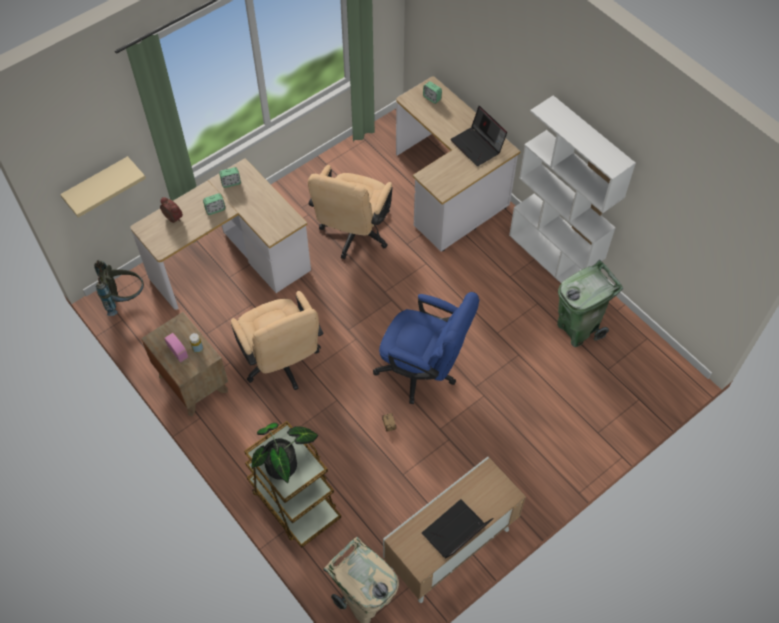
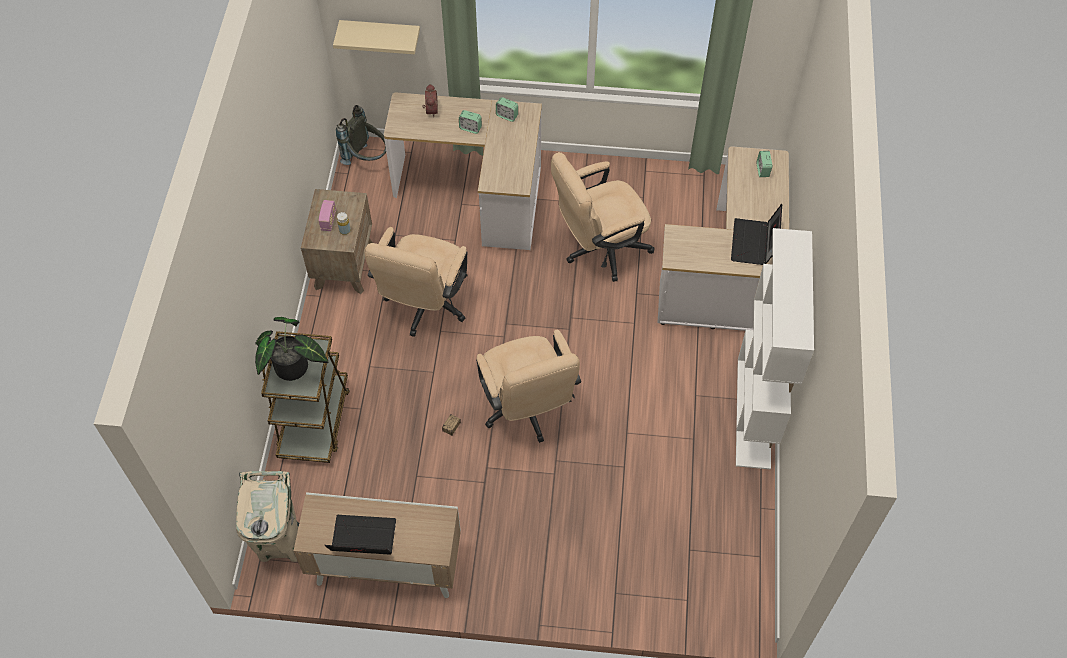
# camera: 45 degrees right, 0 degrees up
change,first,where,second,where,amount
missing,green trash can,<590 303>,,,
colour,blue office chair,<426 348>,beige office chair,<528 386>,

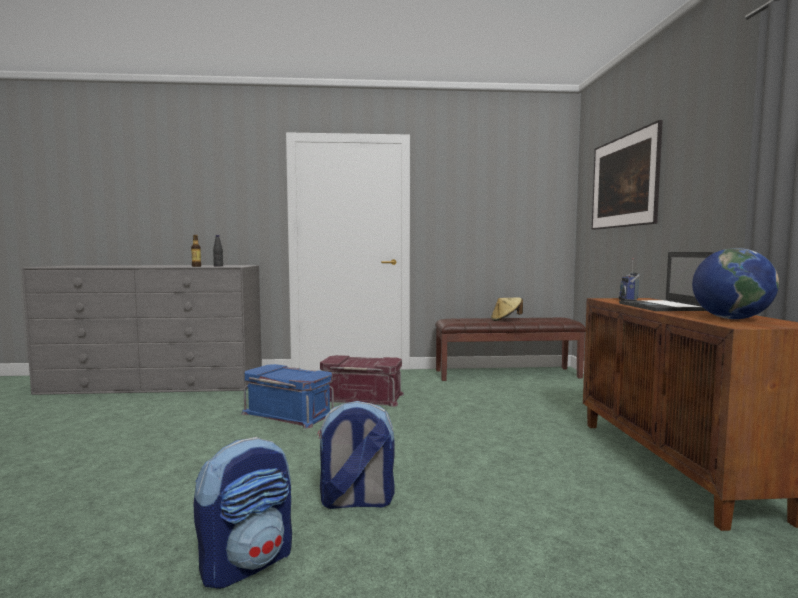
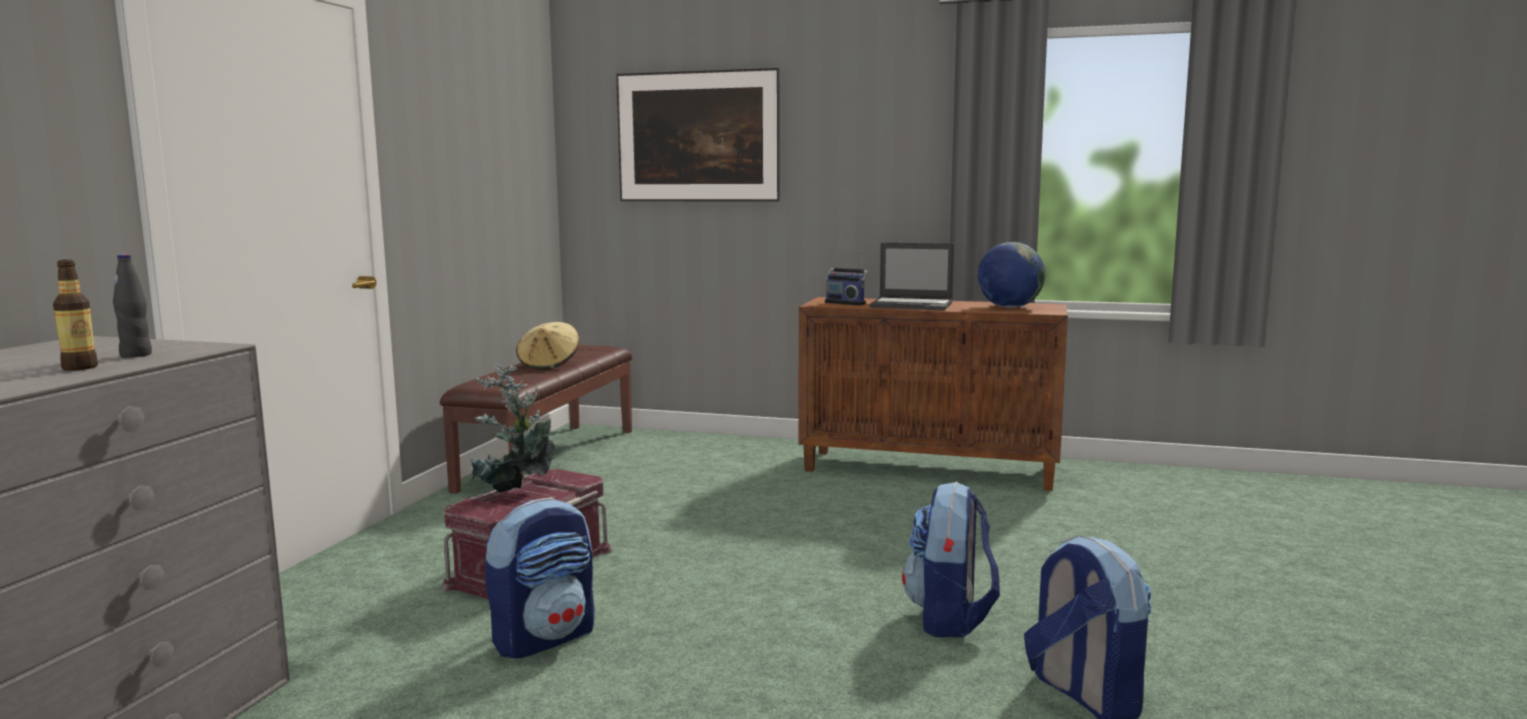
# camera: 70 degrees left, 5 degrees up
change,first,where,second,where,amount
exchanged,blue storage box,<288 396>,backpack,<539 577>,
appeared,,,potted plant,<512 427>,

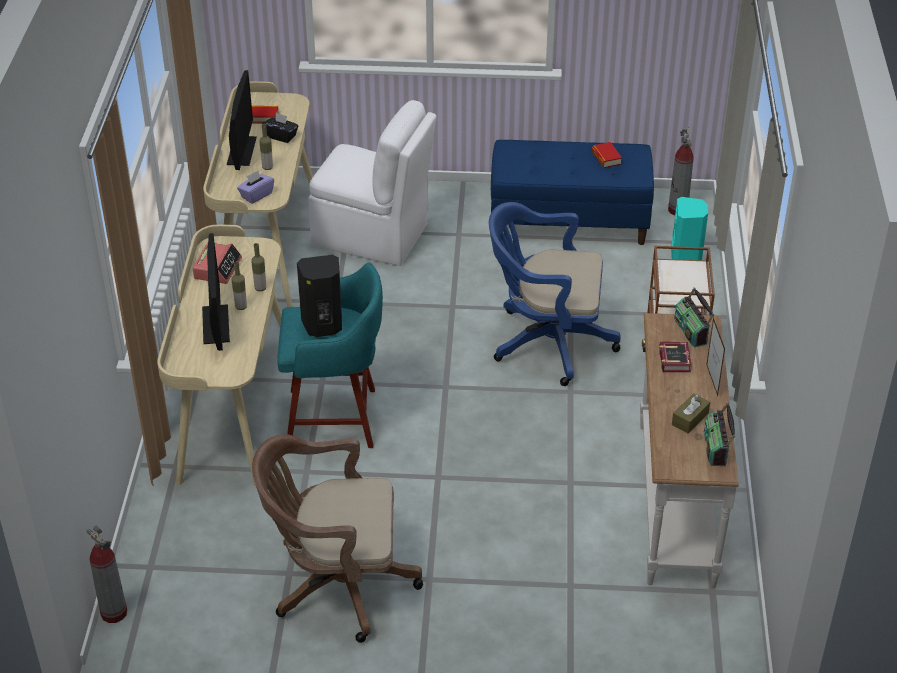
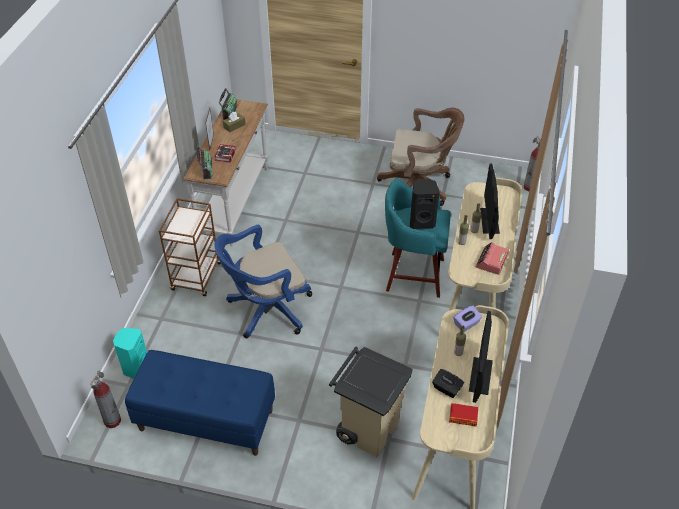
# camera: 170 degrees left, 5 degrees up
change,first,where,second,where,amount
exchanged,white chair,<372 183>,beige trash can,<371 401>,
missing,book,<606 155>,,,
spun,blue office chair,<555 294>,,<263 281>,135 degrees clockwise

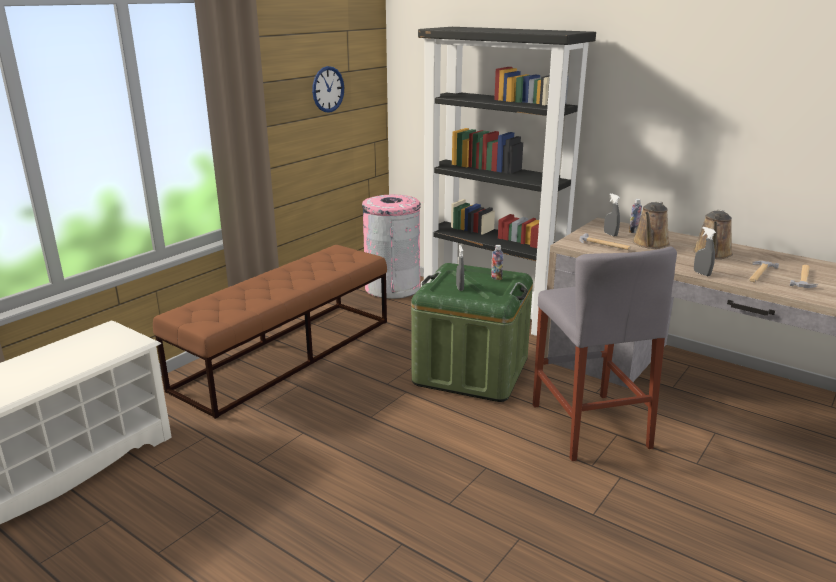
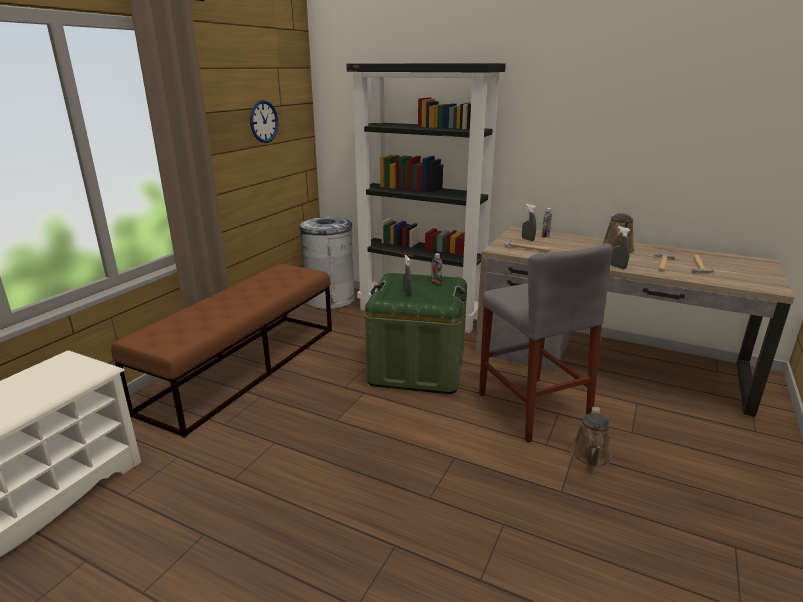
# camera: 10 degrees left, 0 degrees up
change,first,where,second,where,amount
colour,pink trash can,<391 247>,grey trash can,<327 263>,
relocated,brown watering can,<651 225>,,<591 437>,

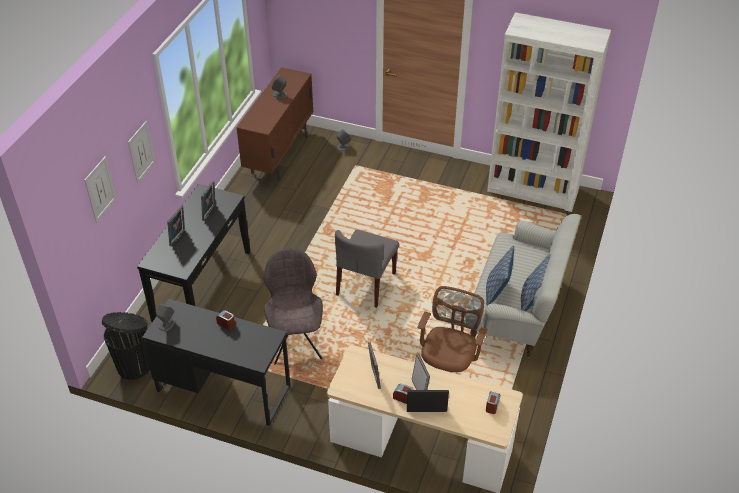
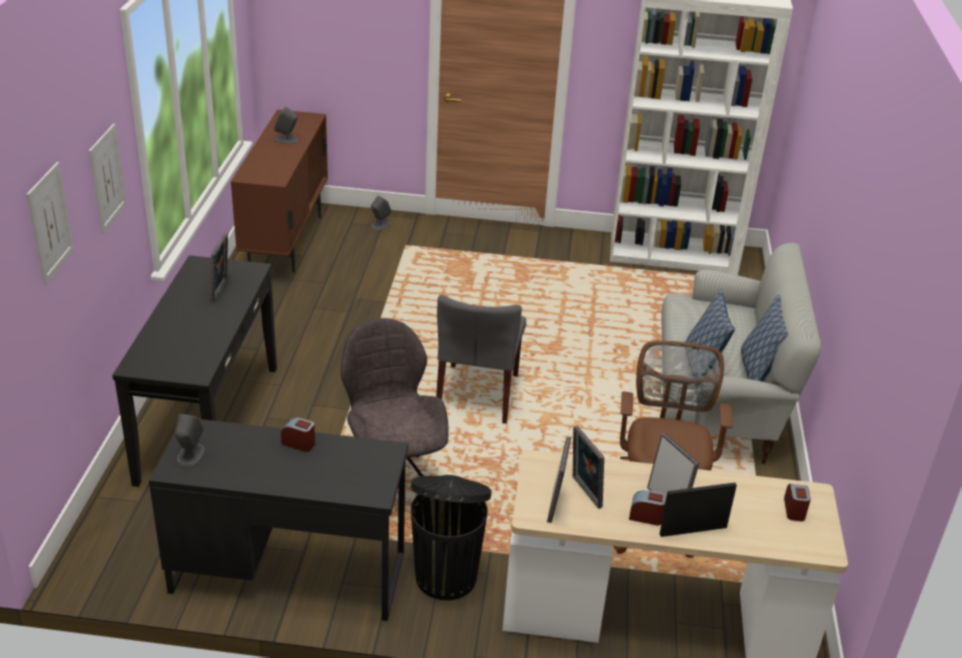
# camera: 15 degrees left, 10 degrees down
change,first,where,second,where,amount
relocated,picture frame,<176 225>,,<559 479>,
relocated,black trash can,<126 346>,,<450 537>,

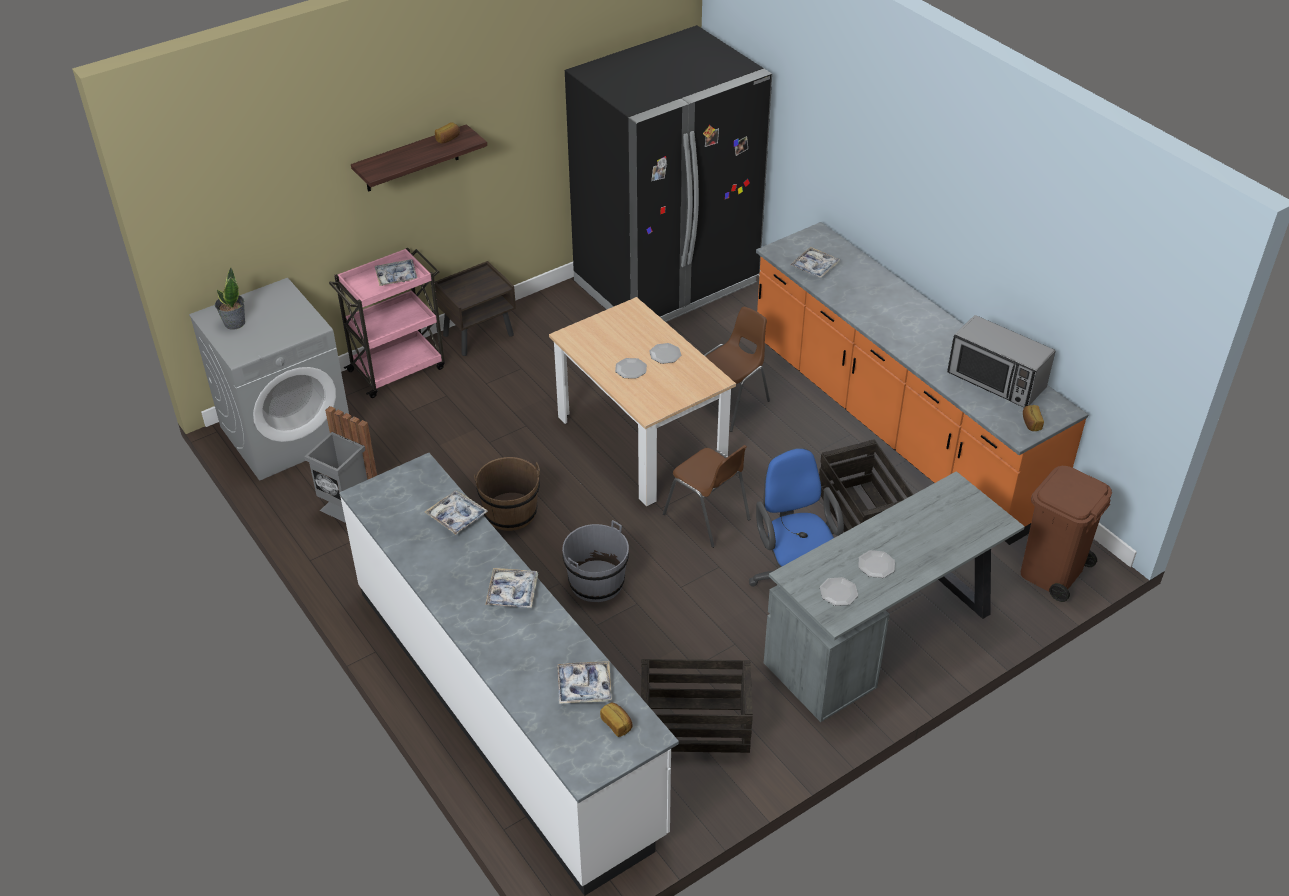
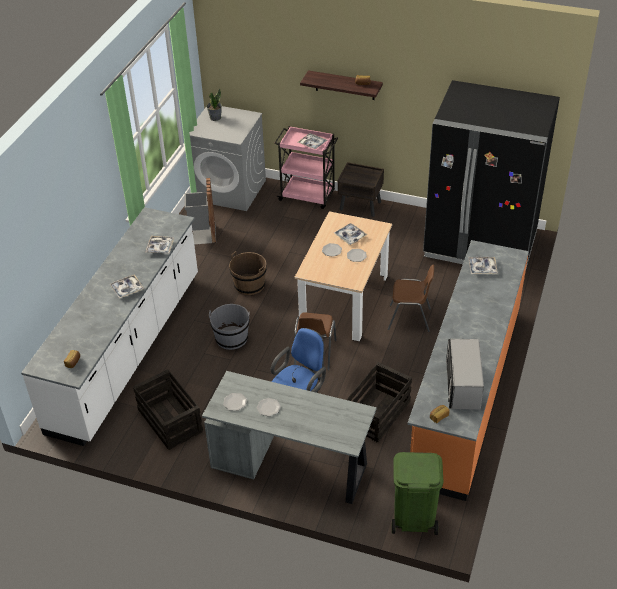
# camera: 55 degrees right, 0 degrees up
change,first,where,second,where,amount
colour,brown trash can,<1066 534>,green trash can,<418 493>,
relocated,tray,<584 682>,,<350 234>,

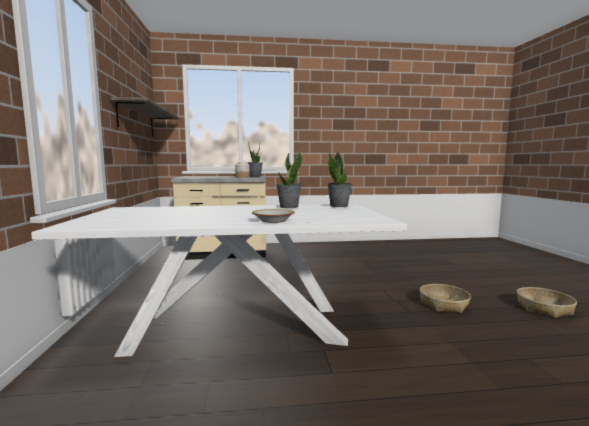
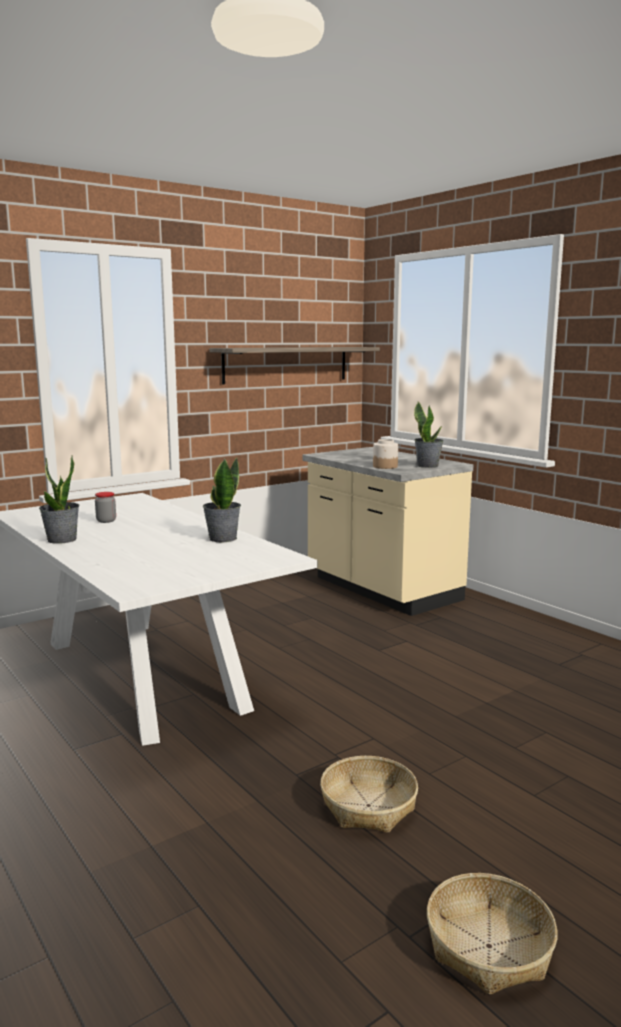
# camera: 60 degrees right, 5 degrees up
change,first,where,second,where,amount
relocated,potted plant,<339 179>,,<59 500>,
missing,bowl,<273 216>,,,
appeared,,,jar,<105 507>,

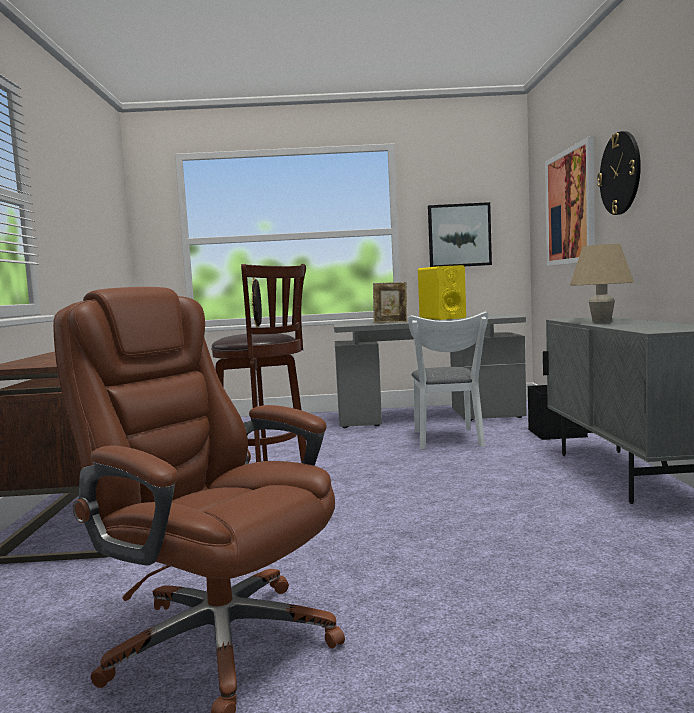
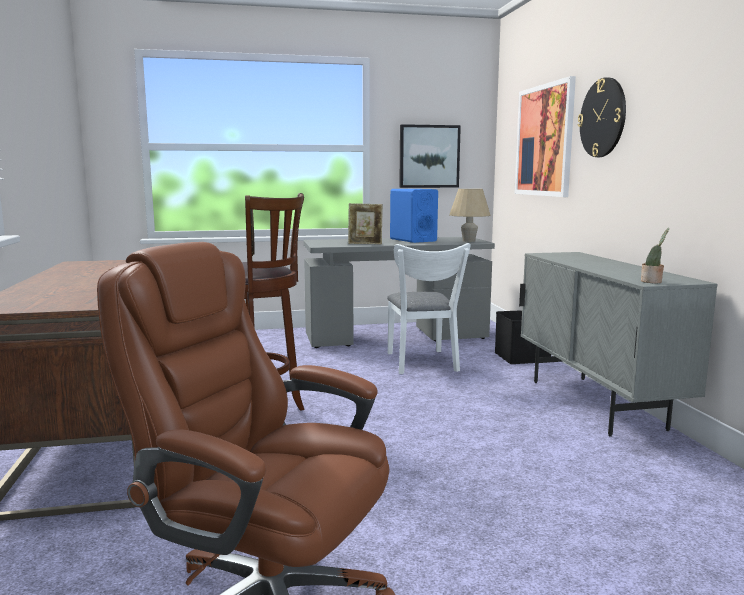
# camera: 10 degrees left, 5 degrees up
change,first,where,second,where,amount
relocated,beige table lamp,<602 283>,,<469 215>,
colour,yellow speaker,<442 292>,blue speaker,<414 216>,
appeared,,,potted plant,<655 255>,

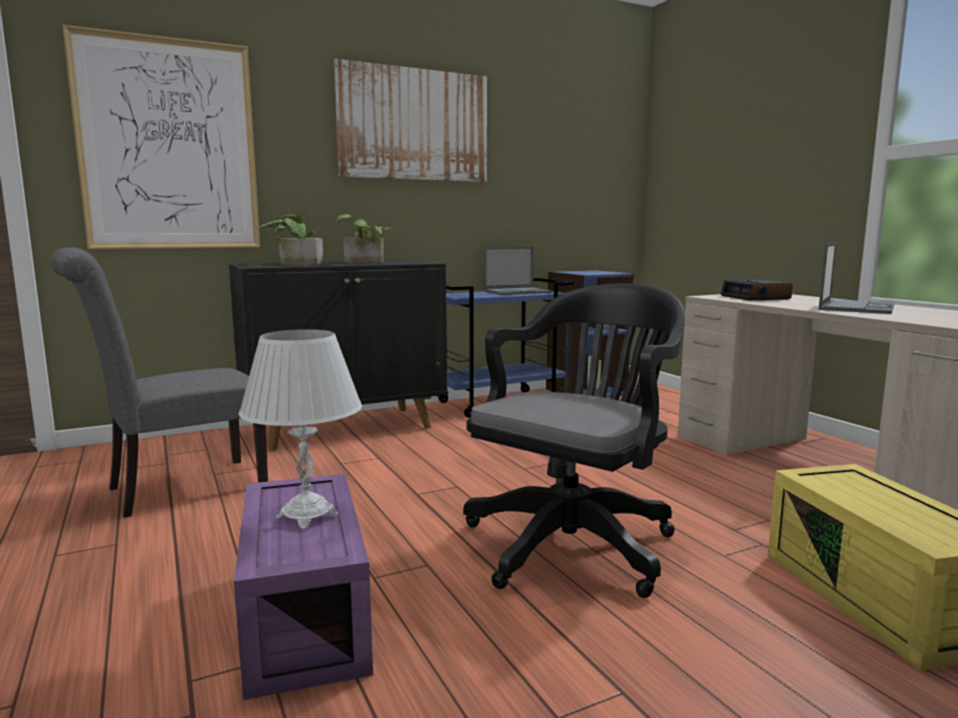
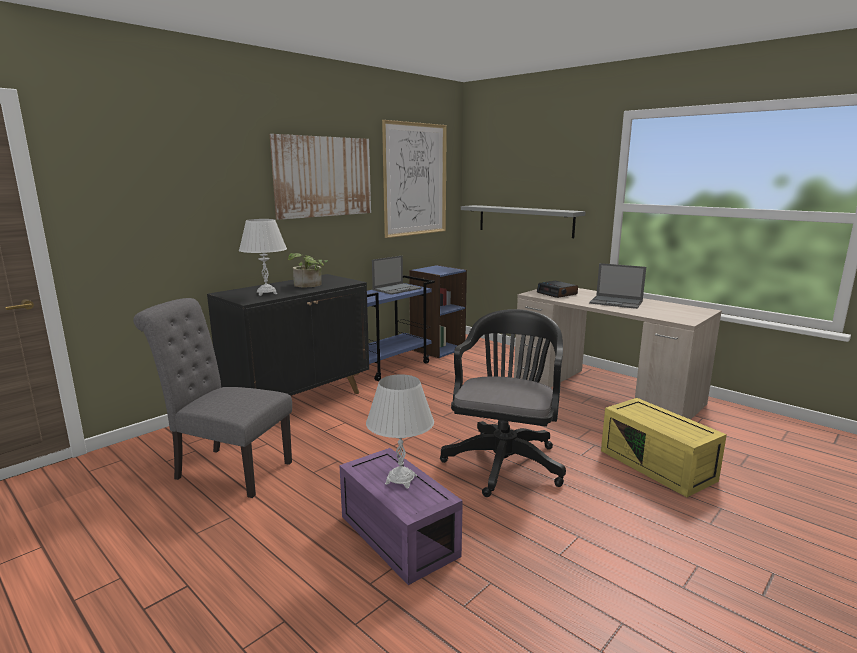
# camera: 20 degrees left, 5 degrees up
change,first,where,second,where,amount
relocated,picture,<161 137>,,<414 179>,
exchanged,potted plant,<291 240>,white table lamp,<263 257>,
spun,laptop,<856 278>,,<617 286>,105 degrees clockwise
spun,grey chair,<159 382>,,<212 398>,75 degrees clockwise
appeared,,,grey shelf,<523 221>,

